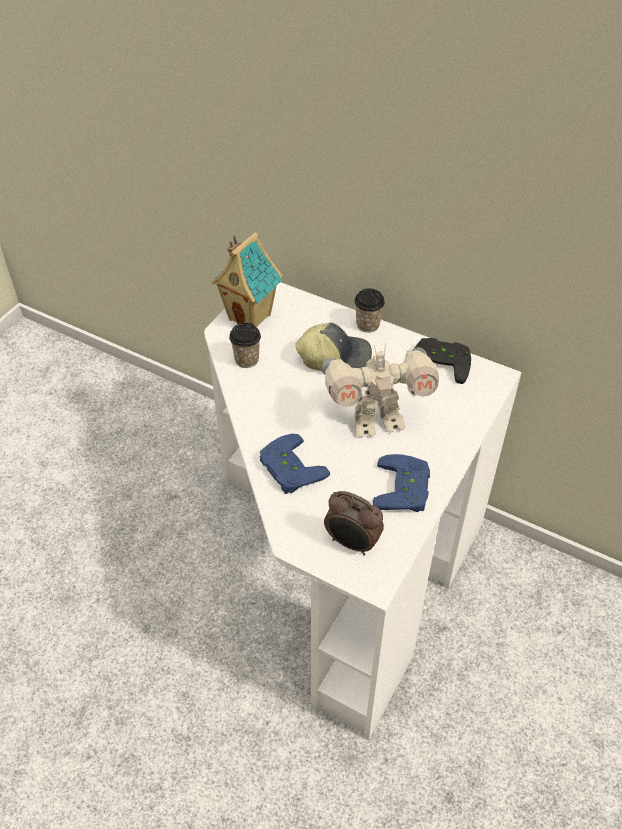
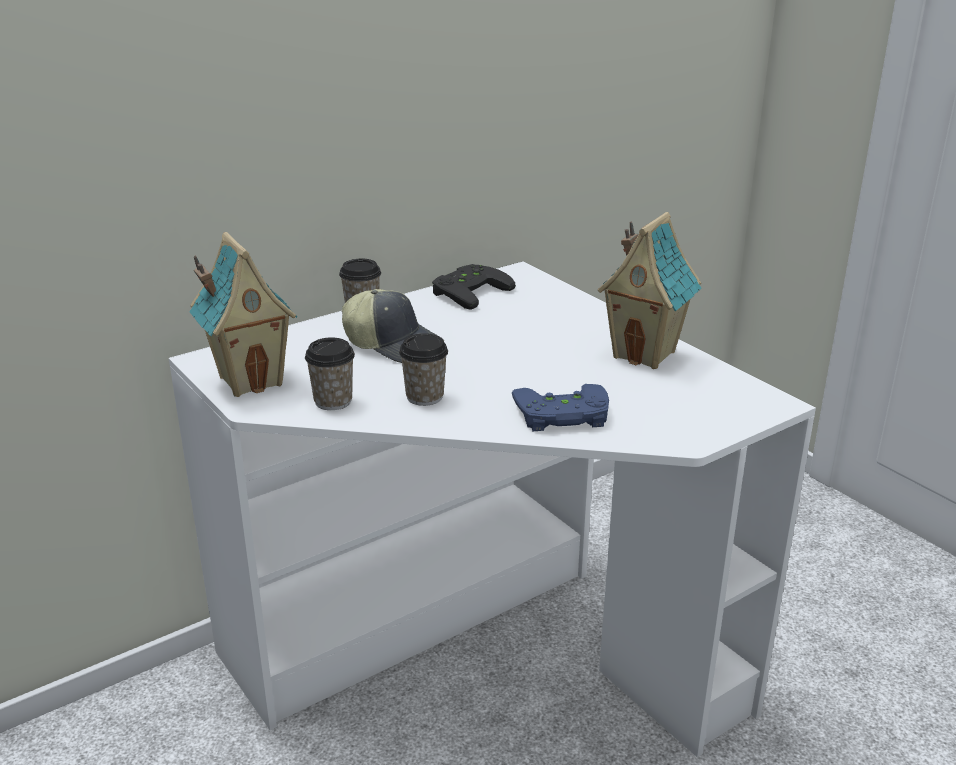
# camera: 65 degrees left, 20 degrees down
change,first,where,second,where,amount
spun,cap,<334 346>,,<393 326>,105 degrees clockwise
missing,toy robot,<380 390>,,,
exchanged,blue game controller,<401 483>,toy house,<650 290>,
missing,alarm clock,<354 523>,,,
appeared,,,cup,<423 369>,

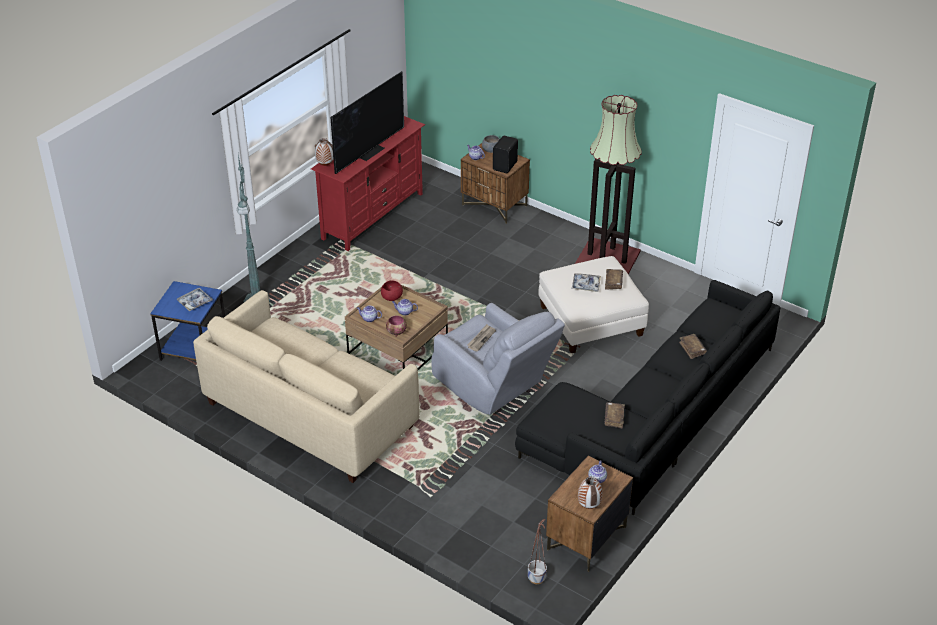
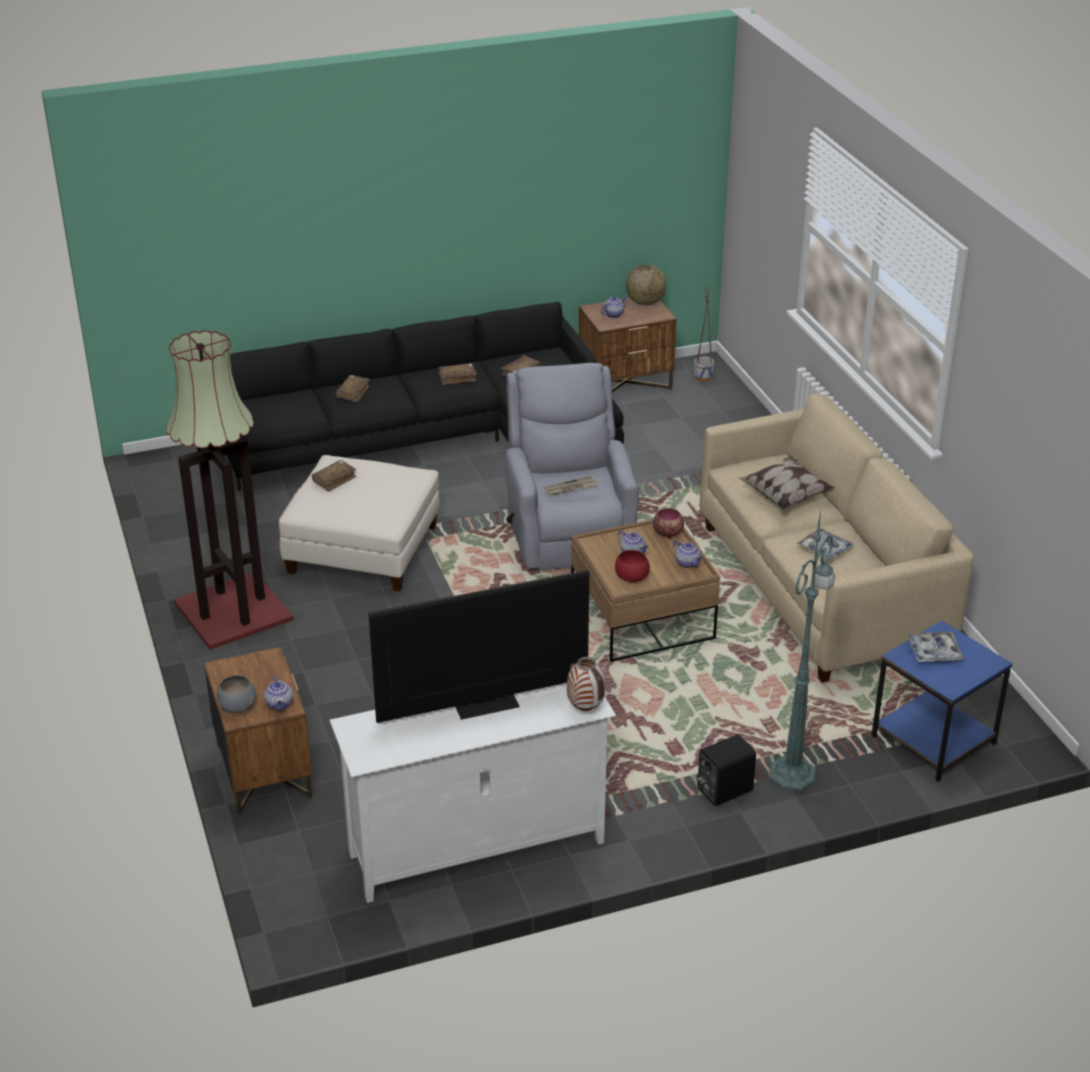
# camera: 145 degrees left, 5 degrees down
change,first,where,second,where,amount
colour,red tv stand,<368 183>,white tv stand,<472 793>,
relocated,black speaker,<505 154>,,<727 770>,
relocated,tray,<586 282>,,<825 544>,
exchanged,vase,<590 493>,globe,<646 284>,
appeared,,,brown book,<458 374>,
appeared,,,pillow,<786 483>,

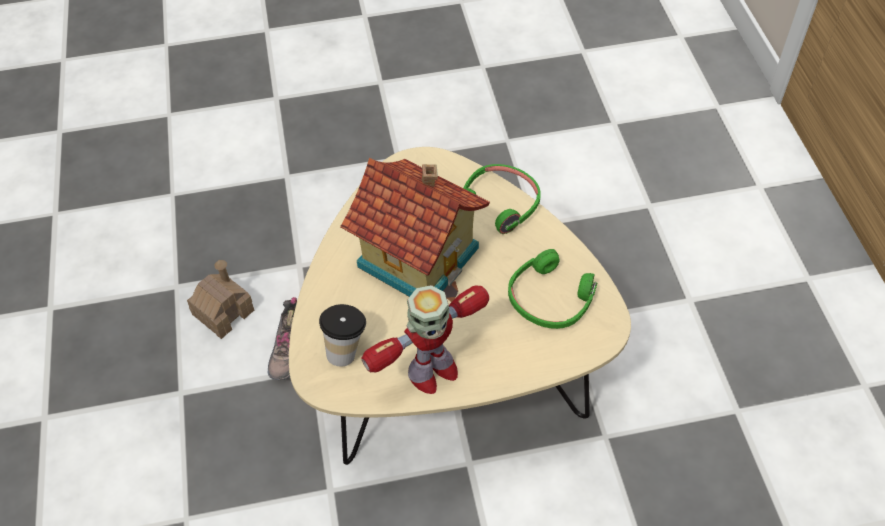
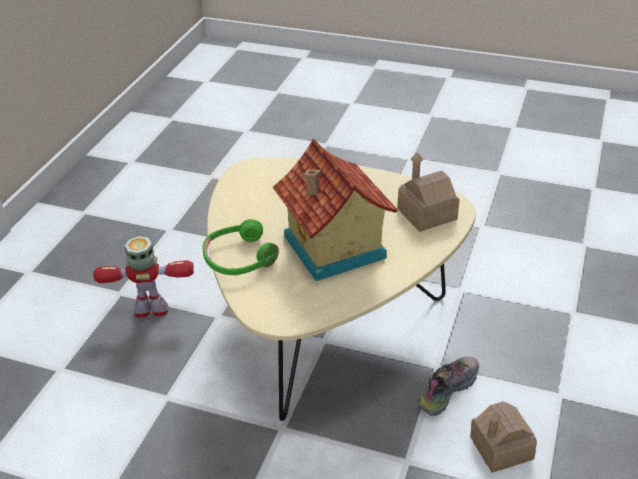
# camera: 150 degrees left, 15 degrees down
change,first,where,second,where,amount
missing,green headphones,<552 289>,,,
relocated,toy robot,<425 339>,,<143 277>,
exchanged,cup,<342 335>,toy house,<428 192>,

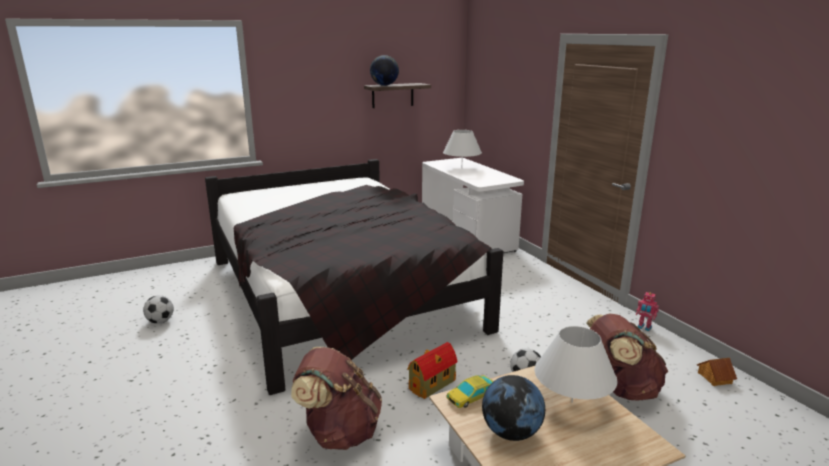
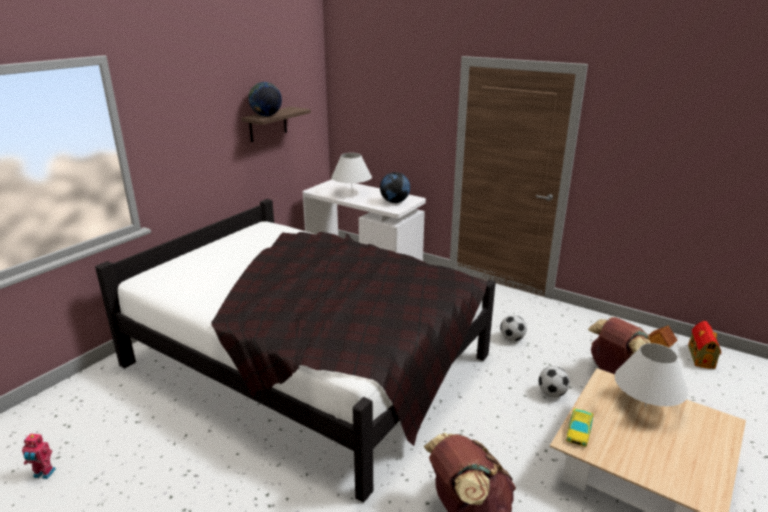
# camera: 30 degrees left, 5 degrees up
change,first,where,second,where,amount
relocated,toy robot,<647 311>,,<39 456>,
relocated,football,<158 309>,,<513 328>,
relocated,toy house,<432 370>,,<704 345>,
relocated,globe,<513 408>,,<395 187>,

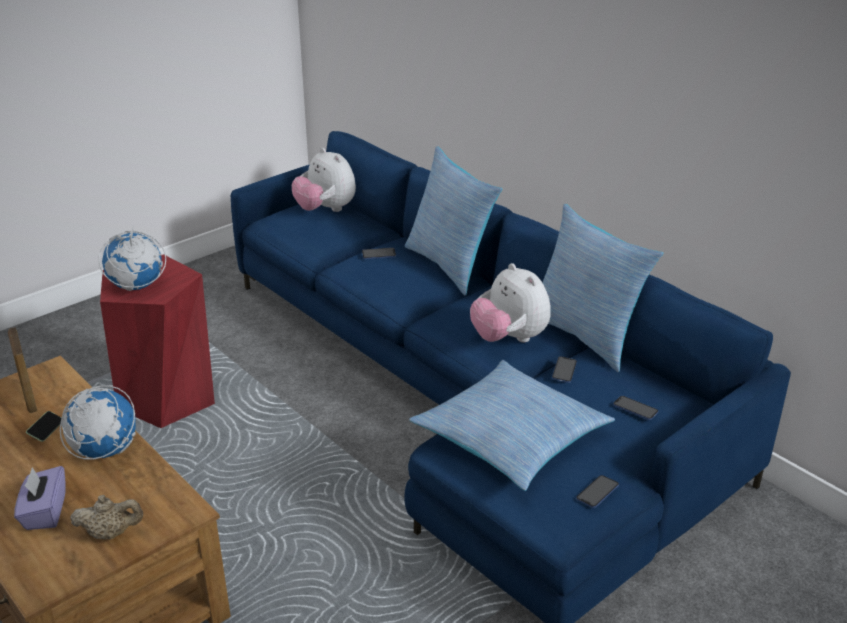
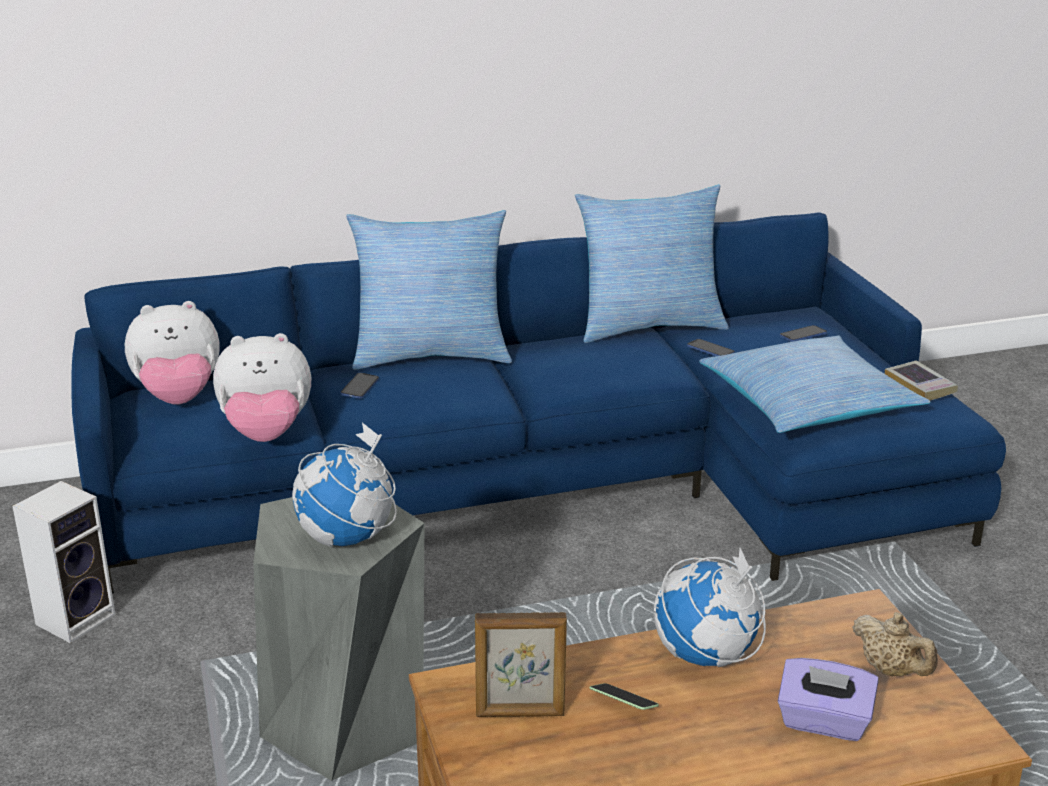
# camera: 65 degrees left, 5 degrees down
change,first,where,second,where,amount
colour,red stool,<157 341>,grey stool,<338 639>,
relocated,plush toy,<510 302>,,<262 387>,
exchanged,phone,<597 491>,book,<921 380>,
spun,beige teapot,<106 517>,,<895 644>,120 degrees clockwise
appeared,,,speaker,<64 562>,

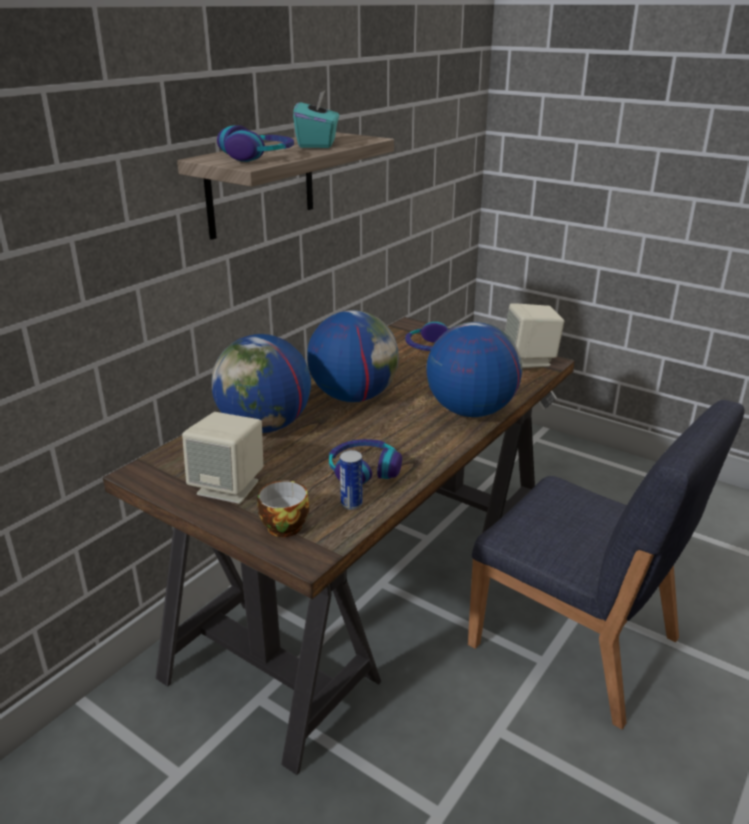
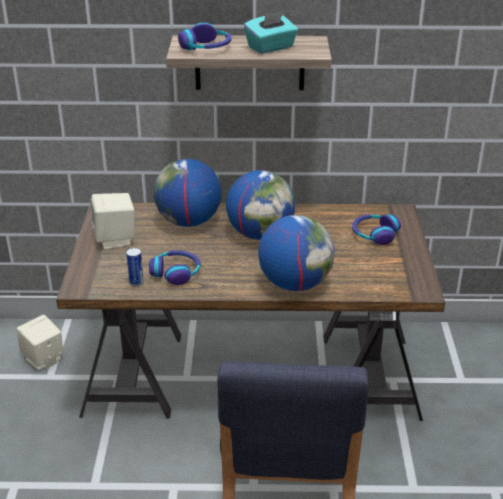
# camera: 55 degrees right, 5 degrees up
change,first,where,second,where,amount
relocated,beige speaker,<534 335>,,<40 342>,
missing,cup,<283 509>,,,

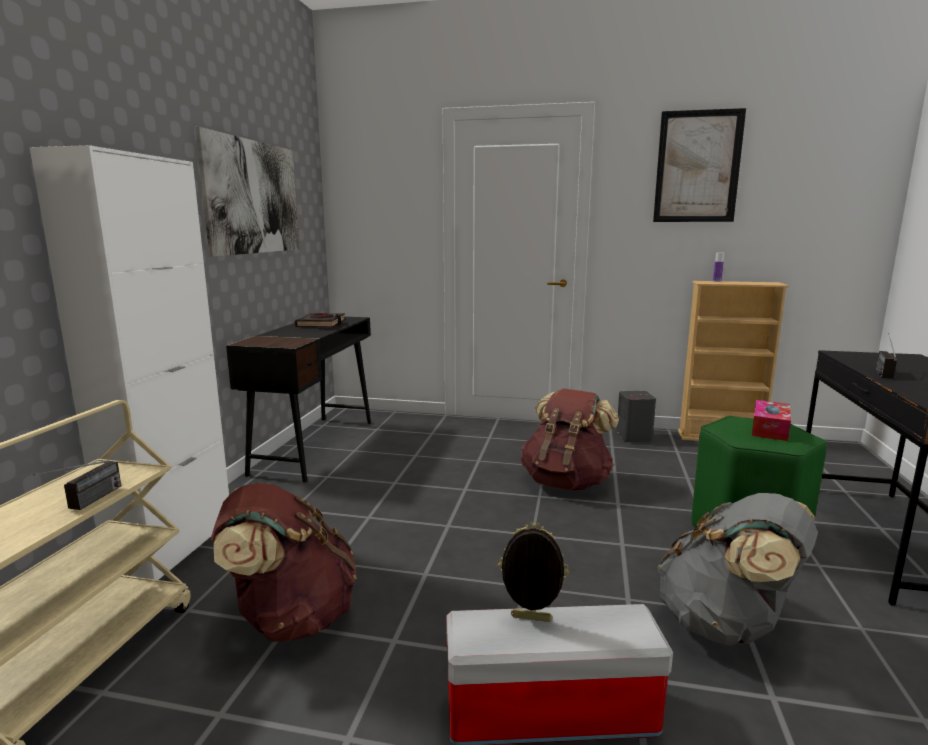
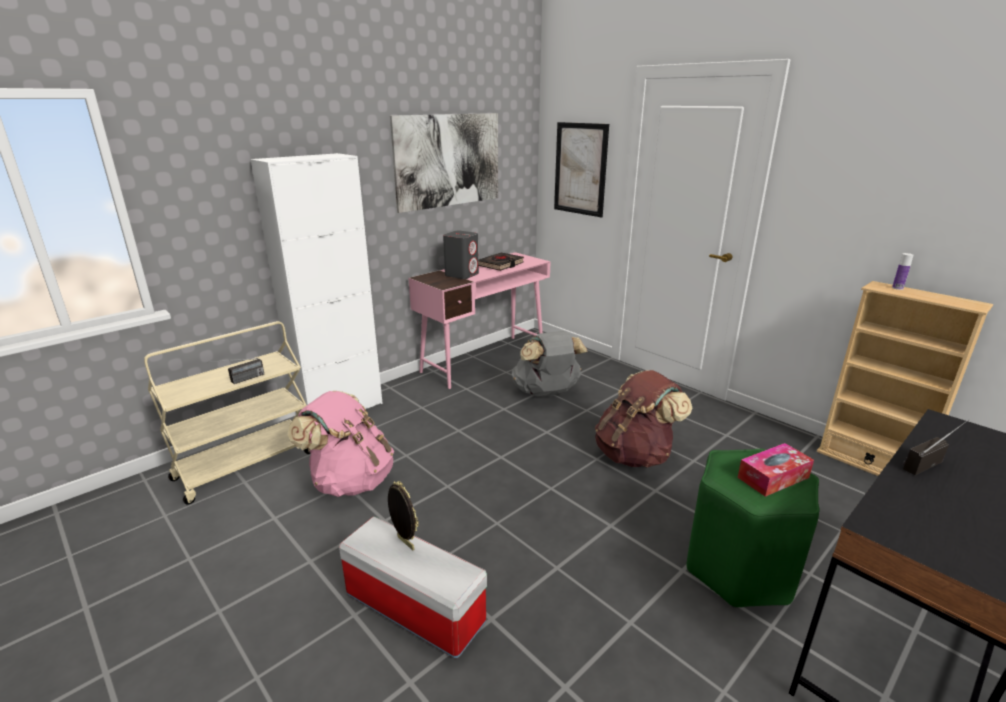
# camera: 35 degrees right, 10 degrees up
change,first,where,second,where,amount
relocated,picture,<699 165>,,<581 169>,
colour,black desk,<298 399>,pink desk,<479 320>,
relocated,grey speaker,<636 416>,,<461 255>,
colour,brown backpack,<284 562>,pink backpack,<340 444>,
relocated,grey backpack,<737 569>,,<550 364>,

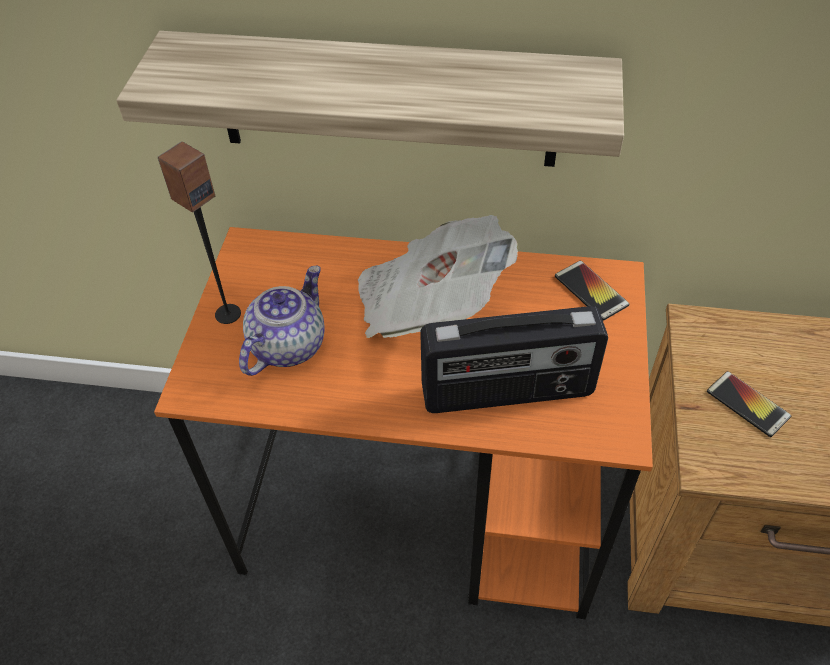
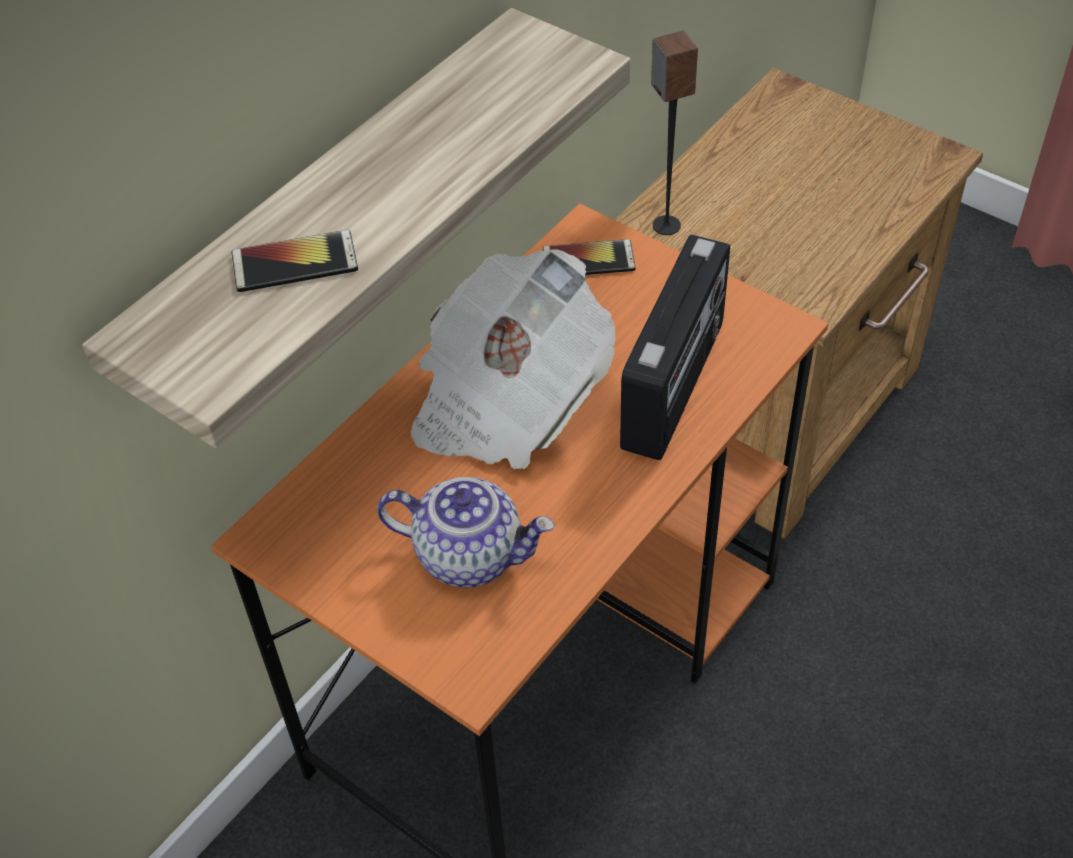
# camera: 60 degrees left, 0 degrees up
change,first,where,second,where,amount
relocated,speaker,<199 232>,,<674 133>,
spun,teapot,<282 321>,,<466 532>,135 degrees clockwise
relocated,phone,<749 404>,,<295 261>,

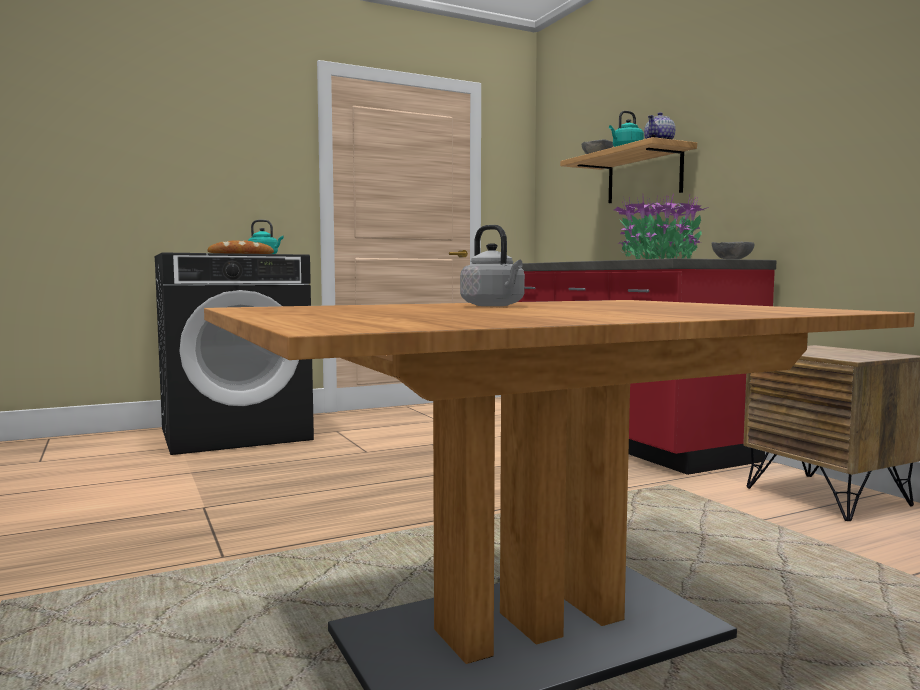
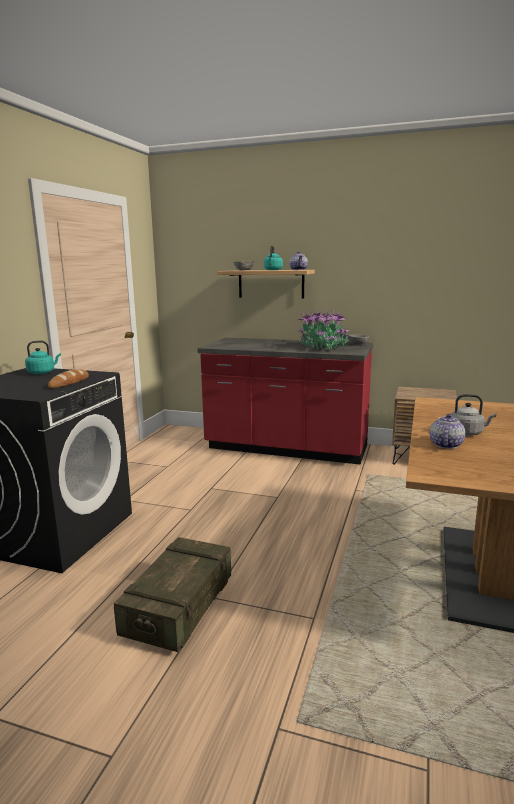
# camera: 45 degrees left, 10 degrees up
change,first,where,second,where,amount
appeared,,,teapot,<447 431>,
appeared,,,crate,<172 594>,

